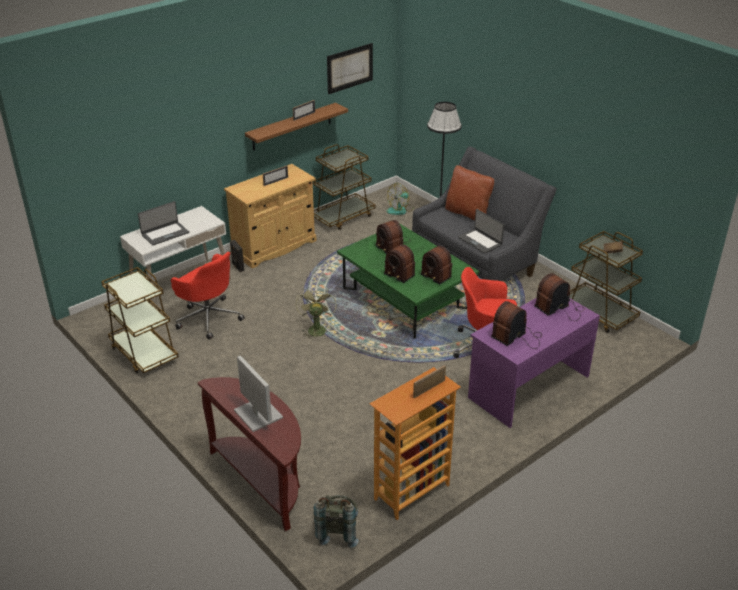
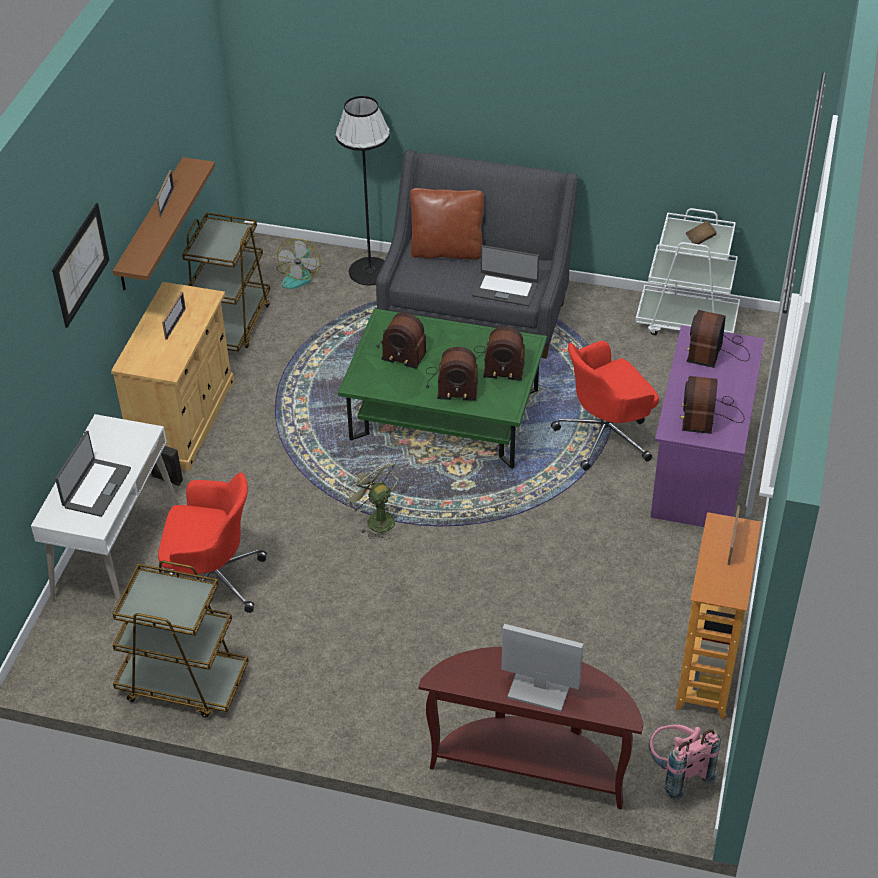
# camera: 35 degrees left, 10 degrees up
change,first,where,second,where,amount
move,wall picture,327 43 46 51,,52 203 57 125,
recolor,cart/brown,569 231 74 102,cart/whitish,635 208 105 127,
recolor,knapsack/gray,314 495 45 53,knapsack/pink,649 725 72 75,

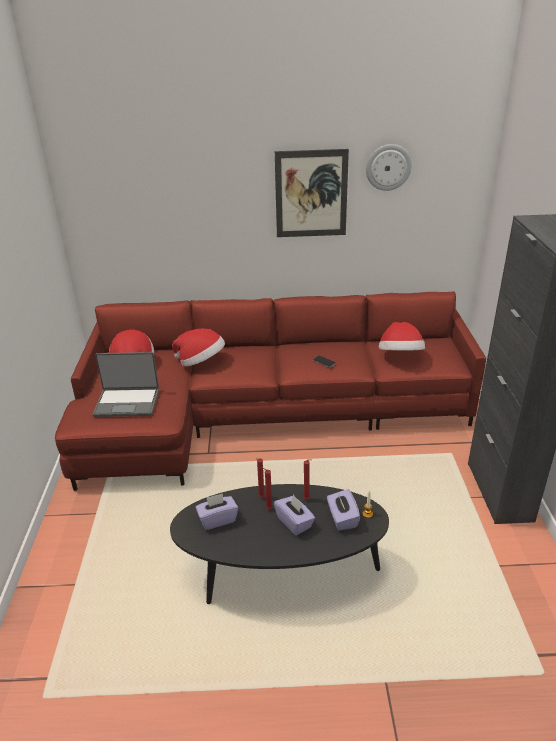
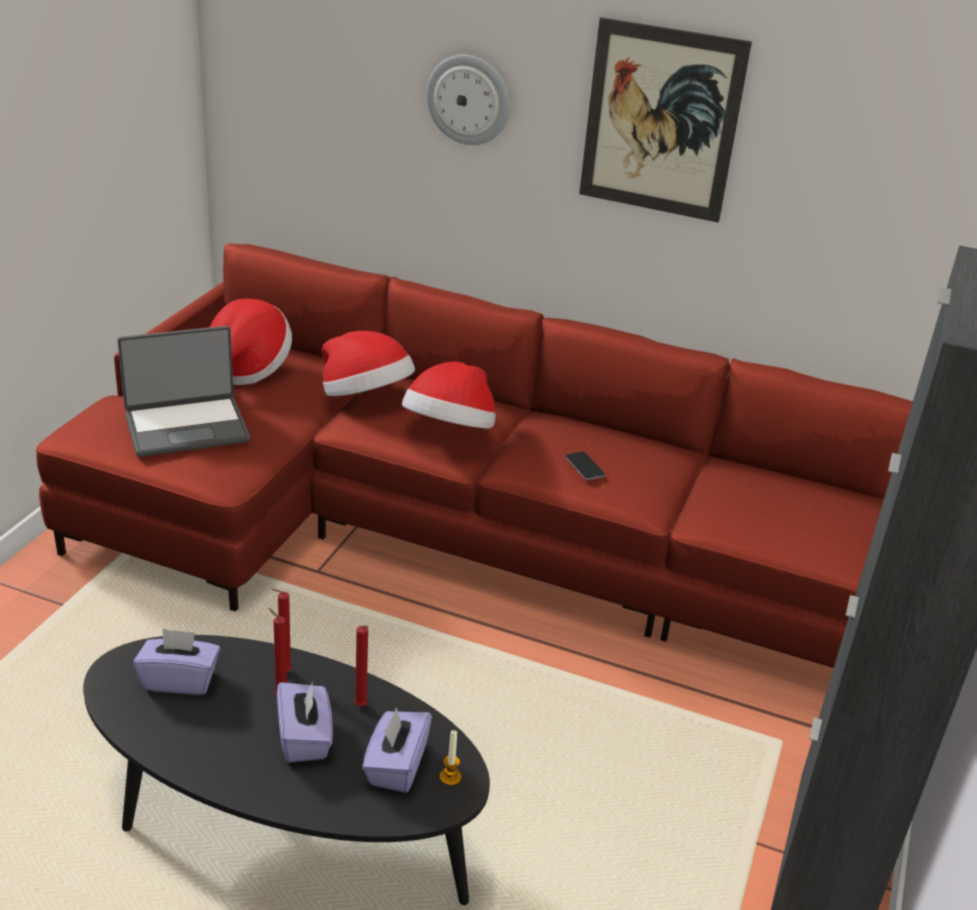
# camera: 20 degrees right, 0 degrees up
change,first,where,second,where,amount
rotate,portable computer,93 352 66 65,,117 326 133 131,45 degrees counterclockwise
move,clothing hat,379 322 46 29,,402 362 94 67,
move,wall clock,366 144 46 47,,426 55 84 90,

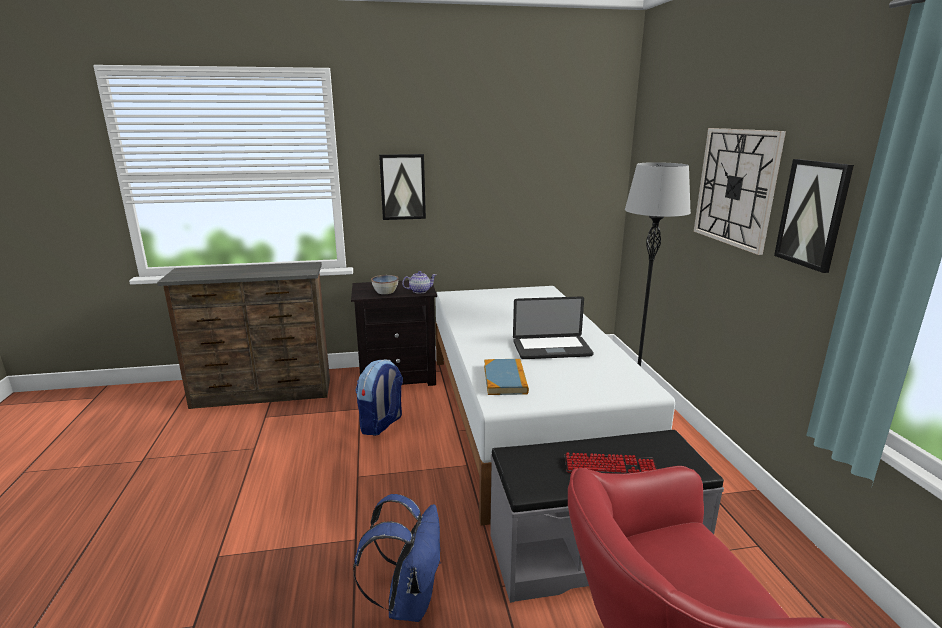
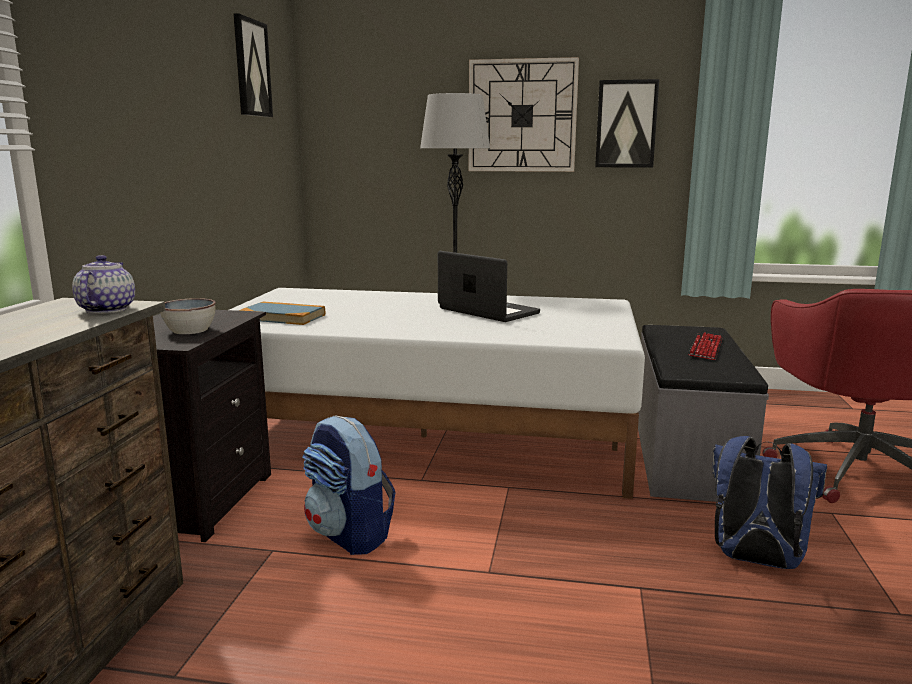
# camera: 70 degrees left, 5 degrees down
change,first,where,second,where,amount
move,tea pot,402 271 34 22,,72 255 63 59,
move,wall picture,379 154 47 66,,233 13 40 104,
move,book,484 359 45 36,,239 301 86 24,
rotate,portable computer,513 296 81 63,,438 251 102 71,60 degrees counterclockwise

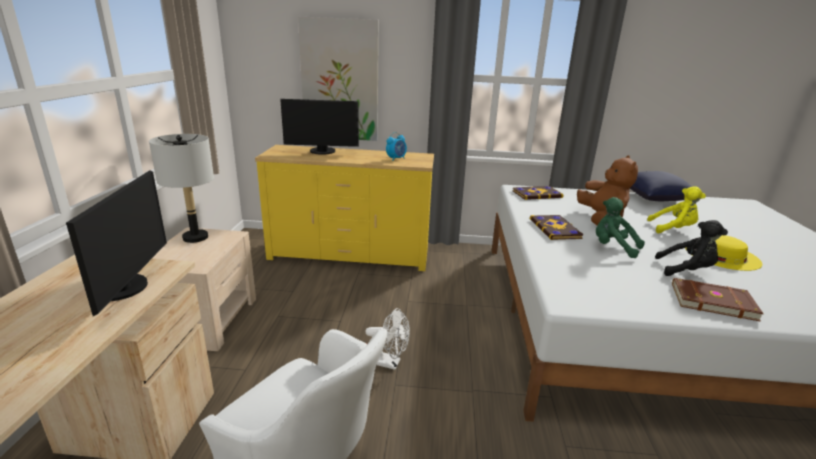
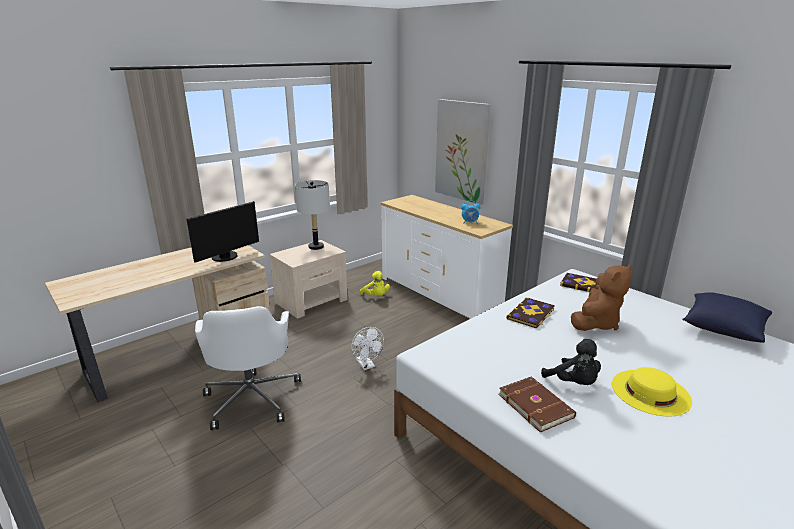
# camera: 45 degrees right, 0 degrees up
change,first,where,second,where,amount
move,cuddly toy/yellow,647 186 59 47,,360 271 30 25,
recolor,chest of drawers/yellow,255 145 179 126,chest of drawers/whitish,381 195 132 124,
delete,computer screen,280 99 79 56,,,
delete,cuddly toy/green-coloured,596 197 49 61,,,

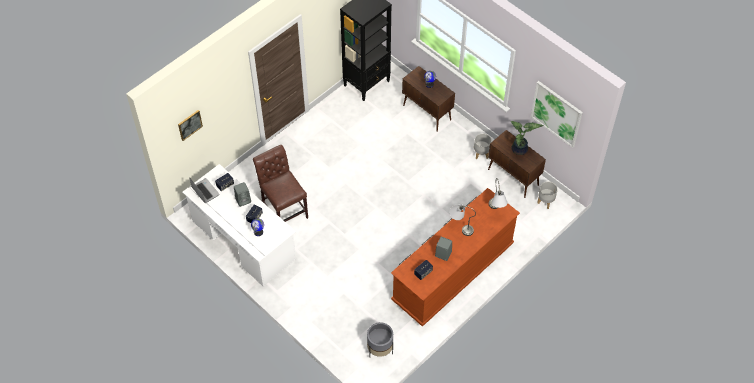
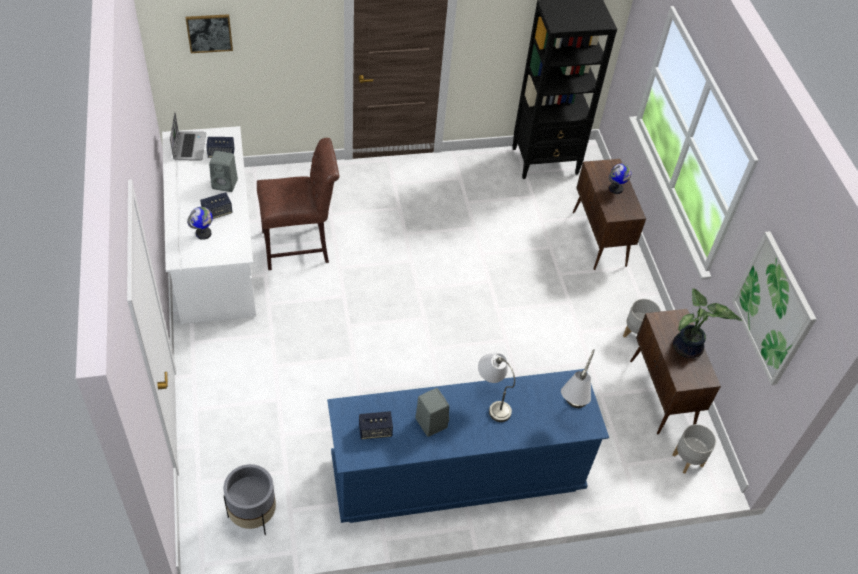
# camera: 30 degrees right, 5 degrees down
change,first,where,second,where,amount
rotate,upright chair/brown,253 145 55 77,,257 138 82 132,75 degrees clockwise
recolor,chest of drawers/brown,391 188 129 138,chest of drawers/blue-coloured,327 369 282 154,

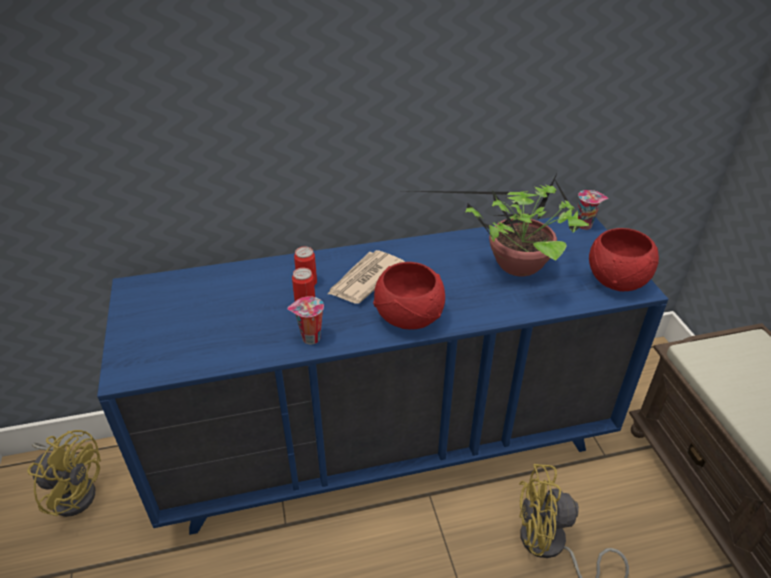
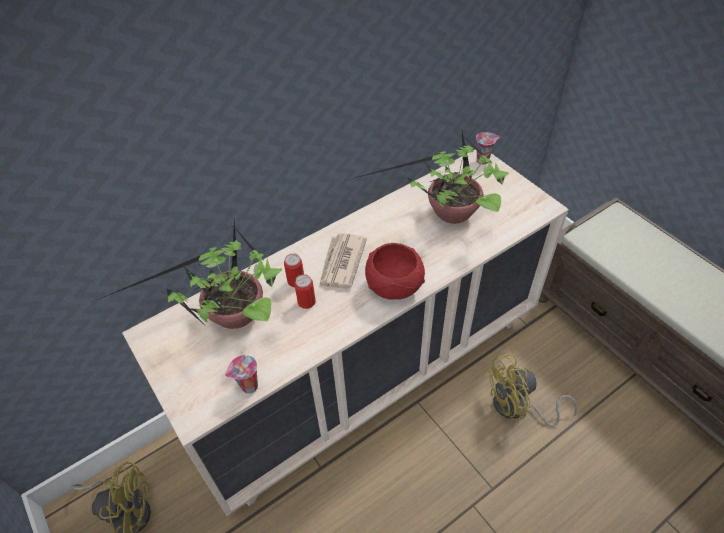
# camera: 20 degrees left, 10 degrees up
change,first,where,second,where,amount
insert,,,houseplant,92 220 190 109,
recolor,chest of drawers/blue-coloured,97 214 571 321,chest of drawers/sand-coloured,122 149 447 367,
move,cup,287 296 37 48,,225 355 33 39,
delete,deep dish/red,589 228 70 63,,,

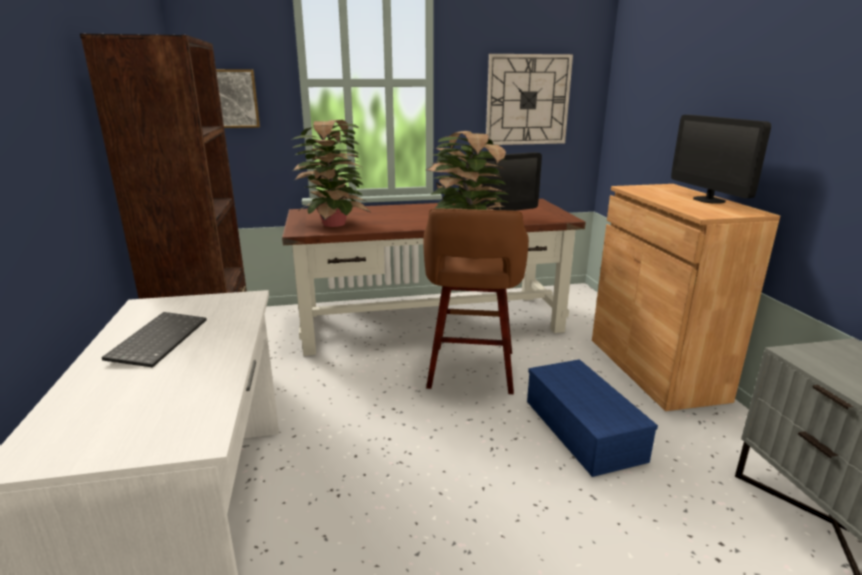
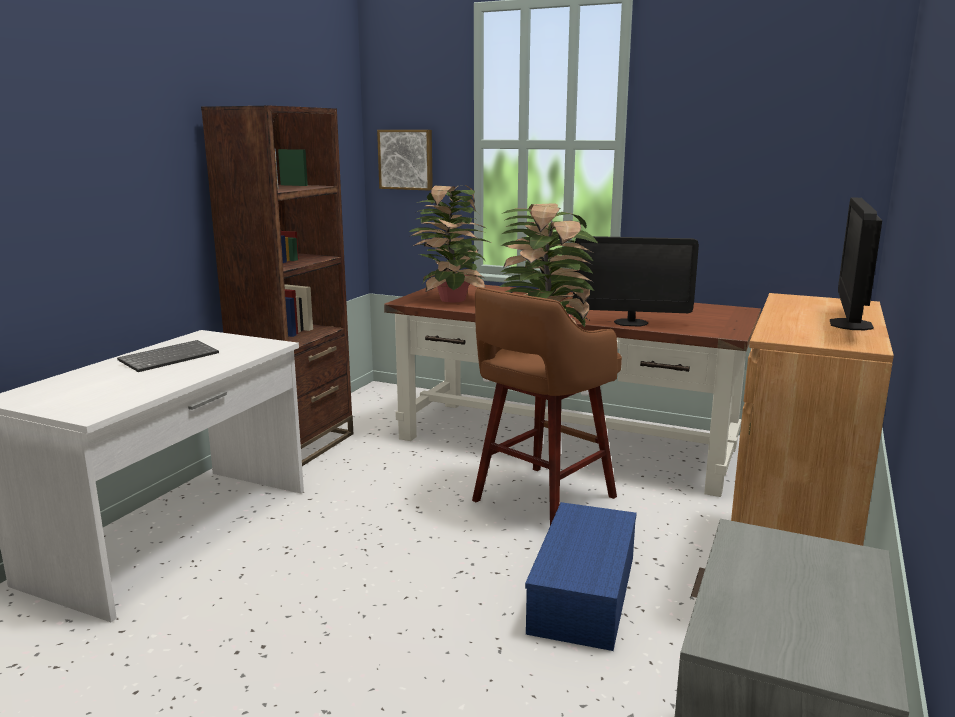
# camera: 35 degrees right, 5 degrees down
change,first,where,second,where,amount
delete,wall clock,486 54 87 91,,,

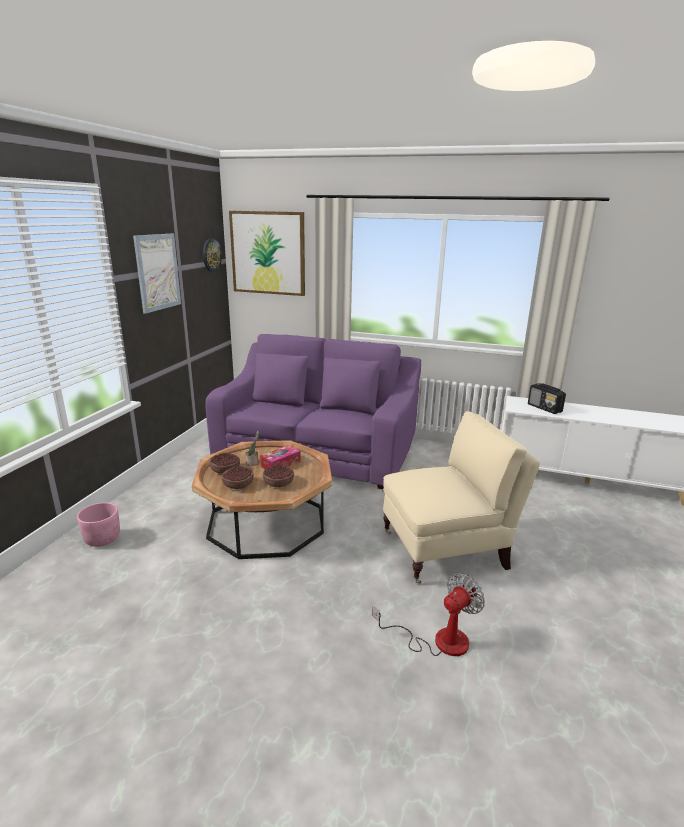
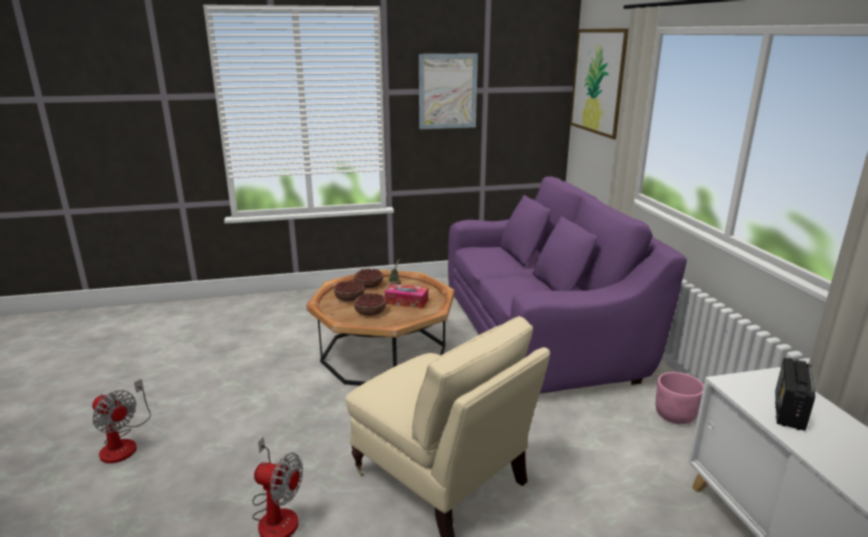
# camera: 60 degrees right, 0 degrees up
change,first,where,second,where,amount
insert,,,electric fan,92 379 59 84,
move,planter/pink,77 502 43 45,,656 372 48 52,
delete,wall clock,203 239 19 33,,,

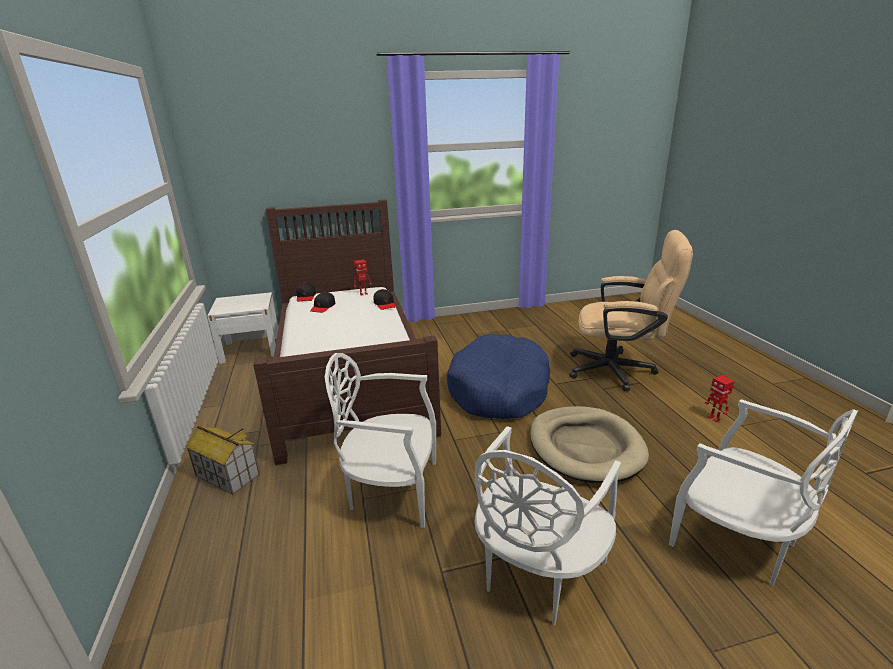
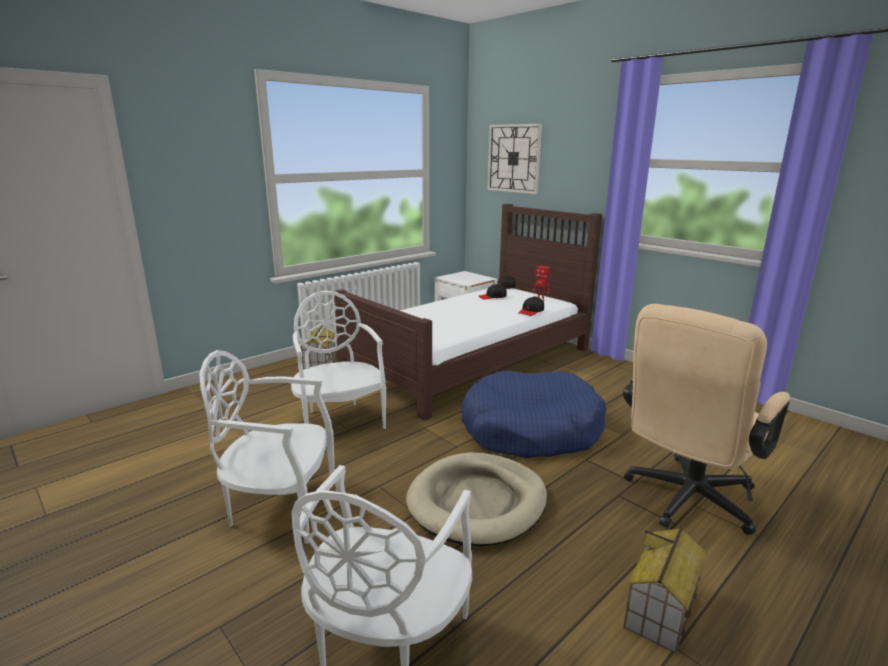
# camera: 60 degrees right, 5 degrees down
change,first,where,second,where,amount
insert,,,wall clock,487 124 55 70,
rotate,computer chair/sand-coloured,569 230 124 161,,623 304 167 231,60 degrees clockwise
replace,model robot,704 375 31 47,model house,623 526 84 128,

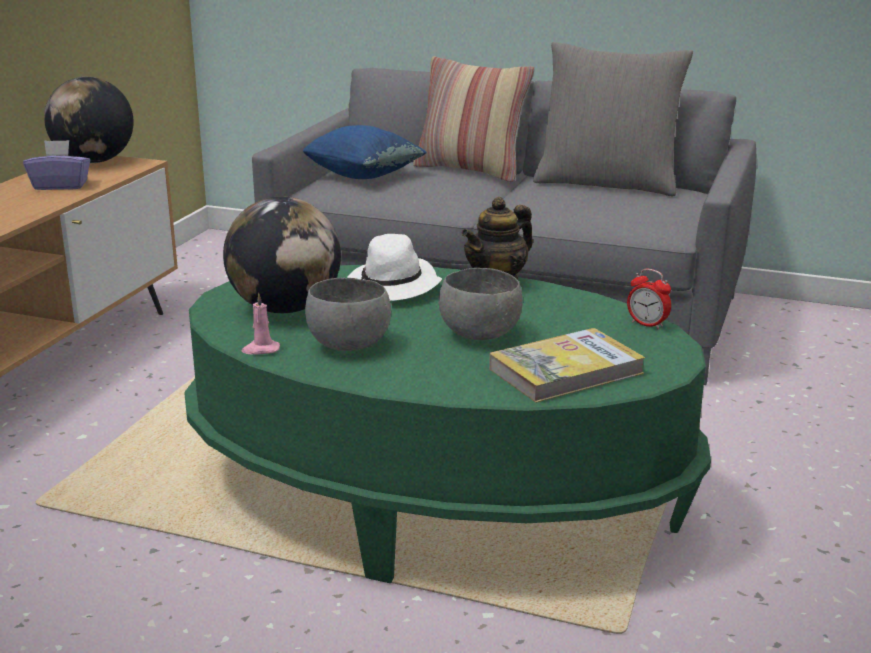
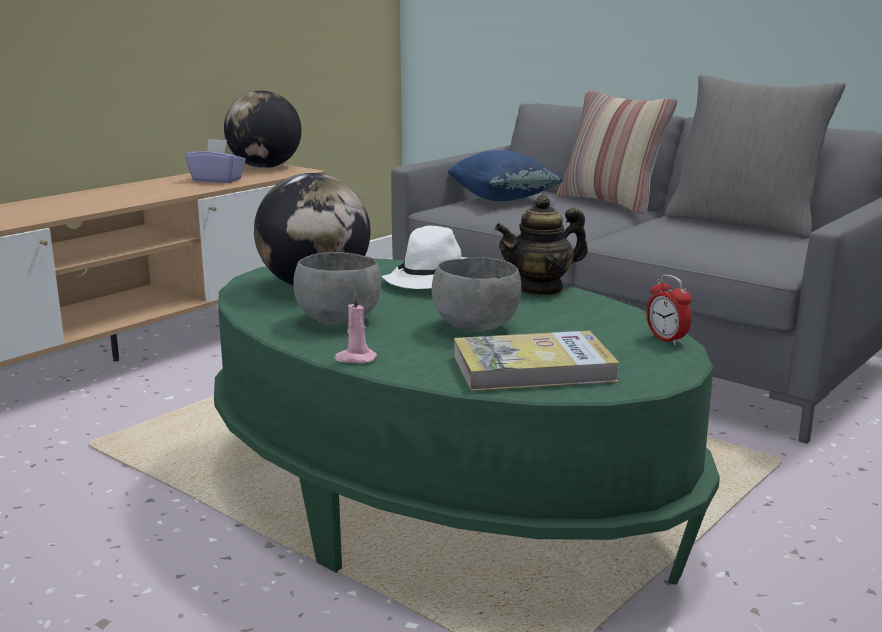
# camera: 20 degrees right, 5 degrees down
change,first,where,second,where,amount
move,wax light/pink,242 292 38 63,,334 292 43 71,

